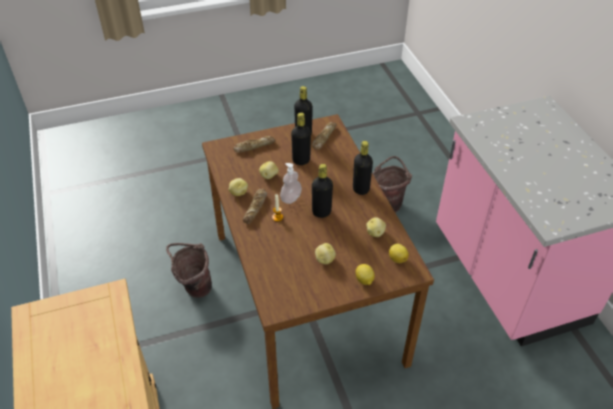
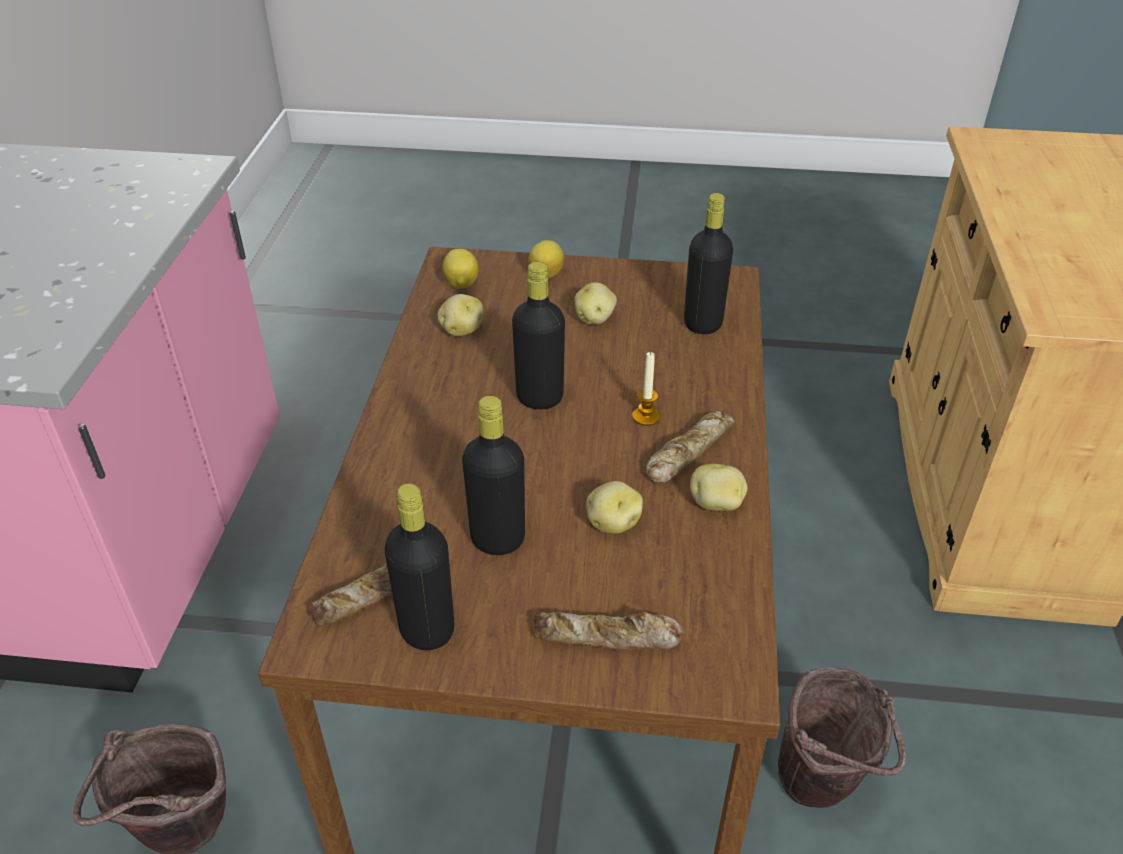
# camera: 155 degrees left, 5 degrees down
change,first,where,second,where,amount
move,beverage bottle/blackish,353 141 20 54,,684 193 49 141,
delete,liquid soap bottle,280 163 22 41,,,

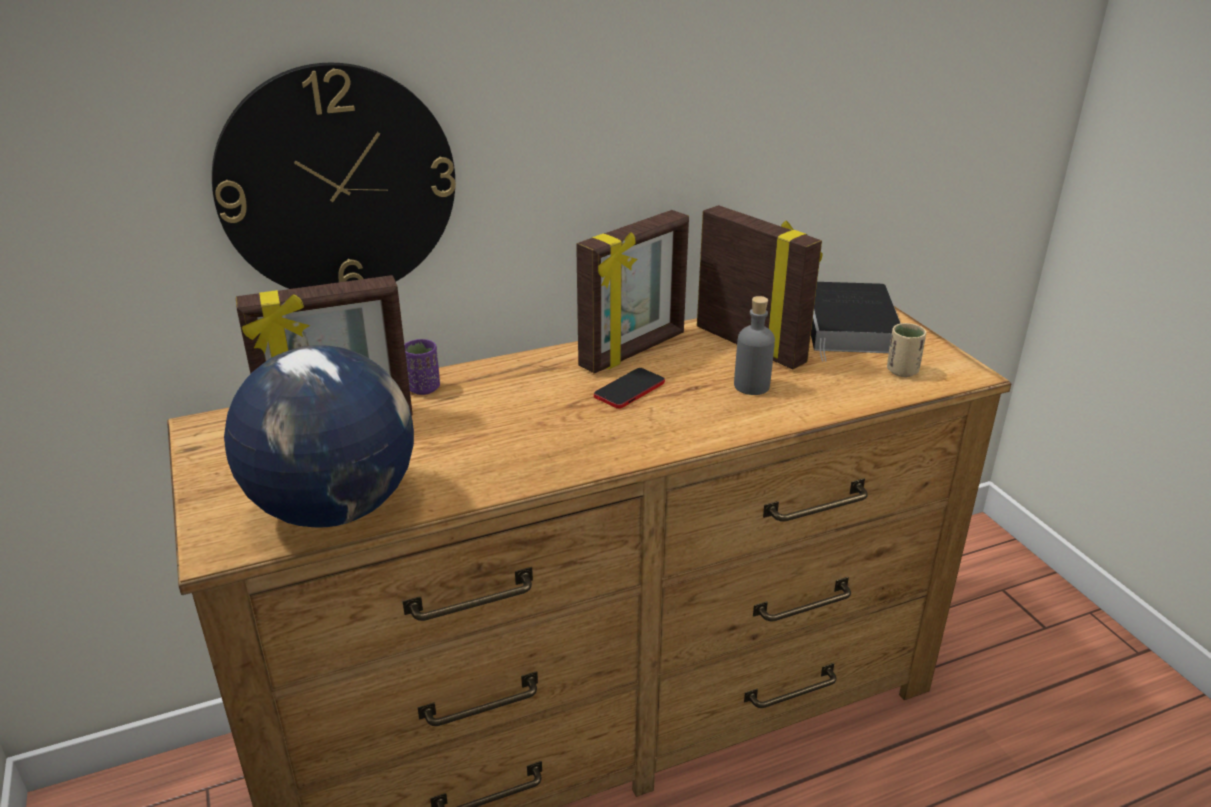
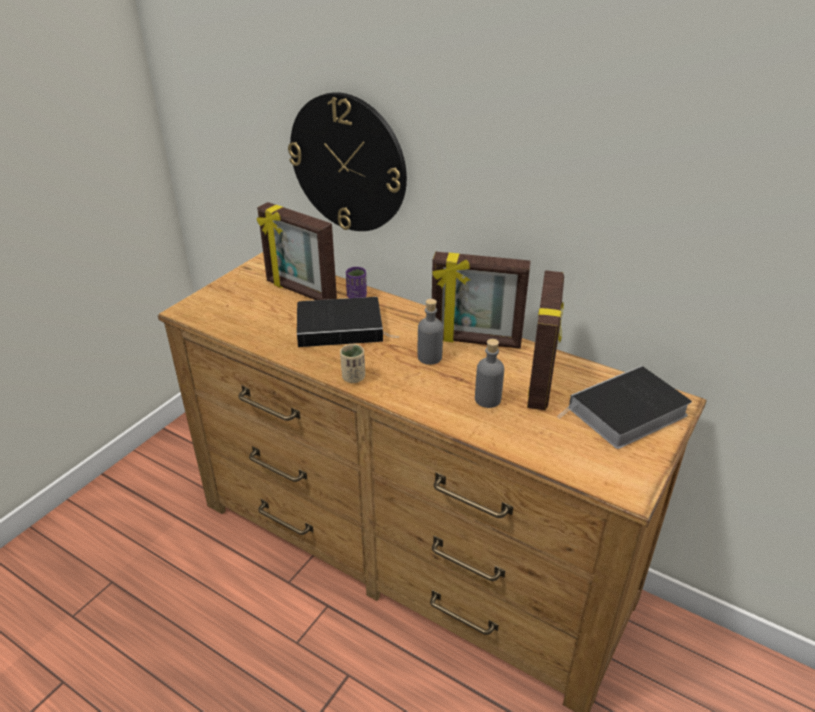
# camera: 55 degrees right, 5 degrees up
change,first,where,second,where,amount
insert,,,book,297 297 102 50,
move,cup/sand-coloured,887 323 40 54,,340 344 25 39,
replace,telephone,594 368 71 41,beverage bottle/gray,418 299 25 66,
delete,world globe,224 345 190 182,,,

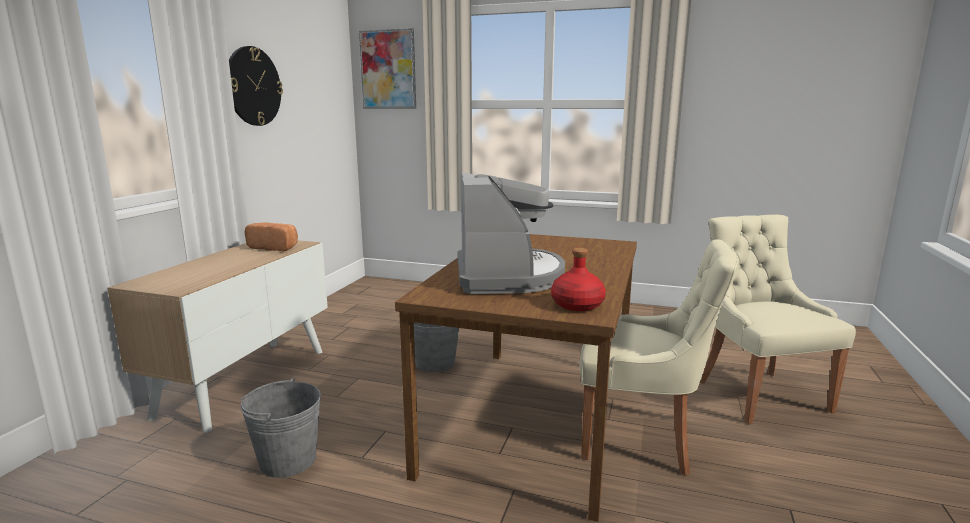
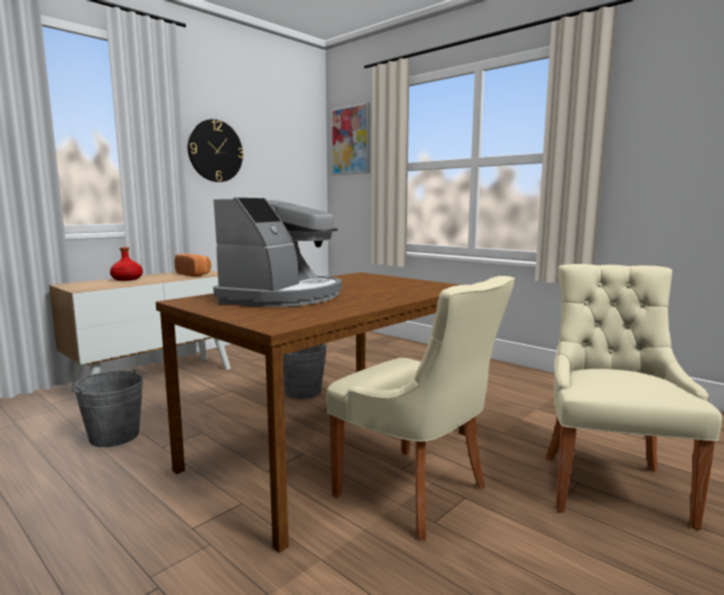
# camera: 25 degrees right, 5 degrees down
change,first,where,second,where,amount
move,beverage bottle/red,551 248 55 63,,110 247 33 34,

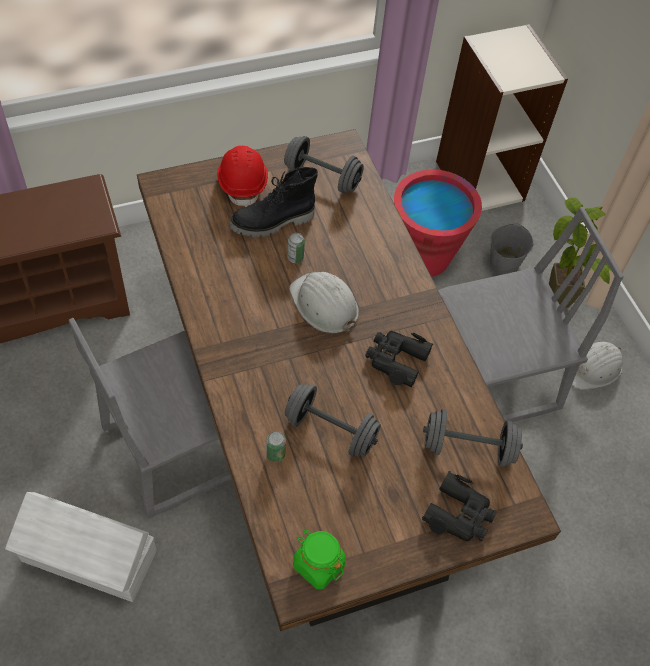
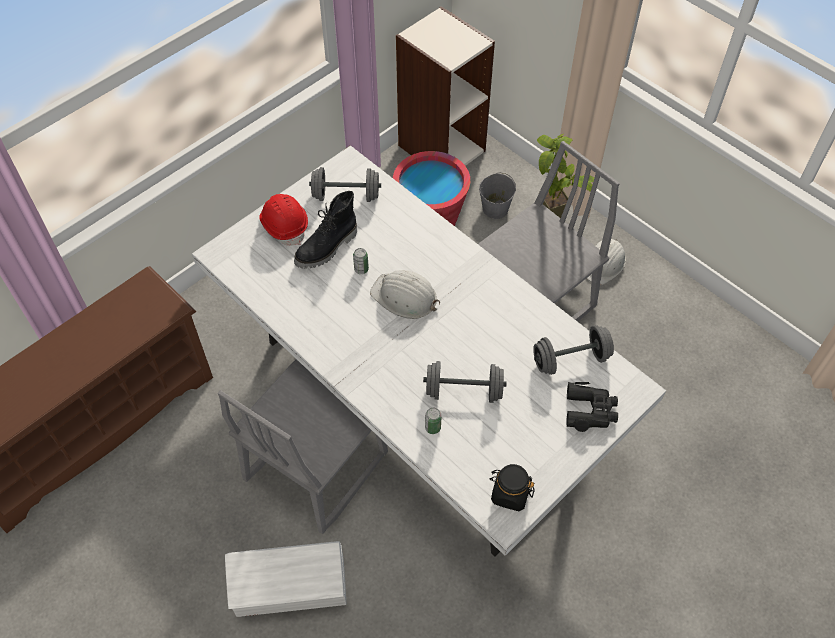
# camera: 20 degrees left, 0 degrees up
change,first,where,second,where,amount
recolor,kitchen table/brown,137 129 424 502,kitchen table/whitish,192 145 474 411,
recolor,jar/green-coloured,293 530 53 59,jar/blackish,490 464 45 47,
delete,field glasses/blackish,365 331 68 56,,,

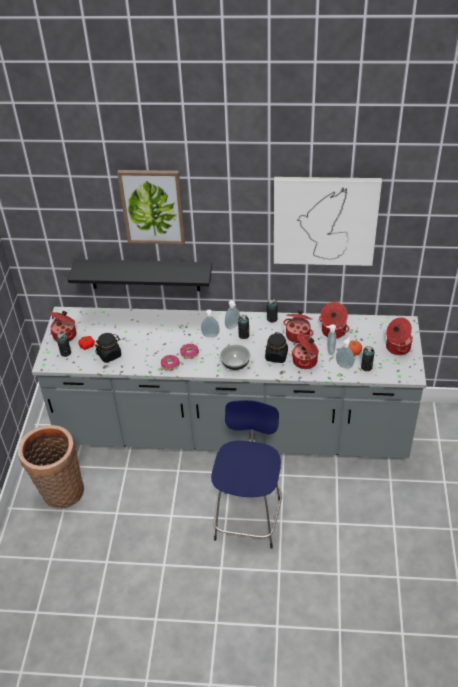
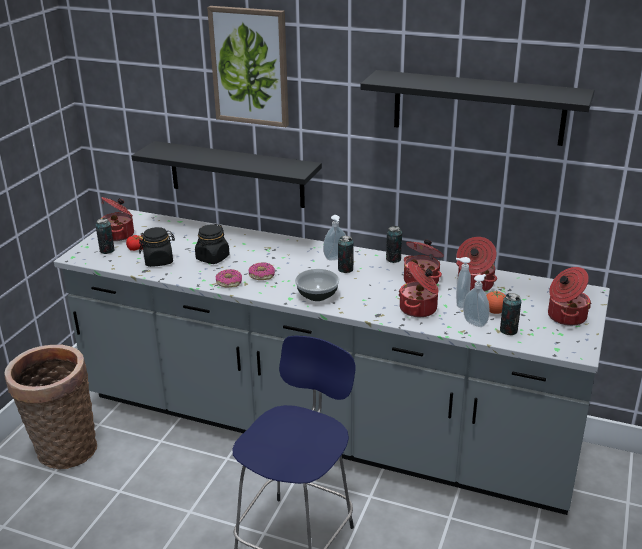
# camera: 15 degrees right, 15 degrees down
change,first,where,second,where,amount
move,jar/blackish,265 332 23 31,,195 224 35 40,
replace,wall picture,274 177 108 89,wall shelf/blackish,360 70 235 76,
delete,liquid soap bottle,201 310 18 27,,,

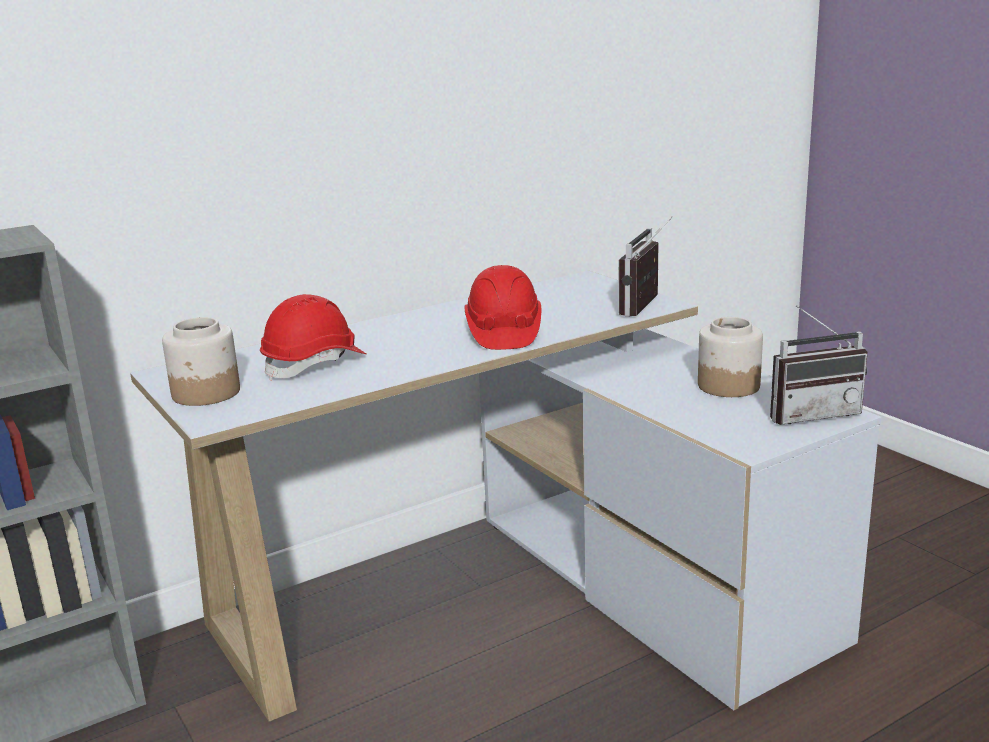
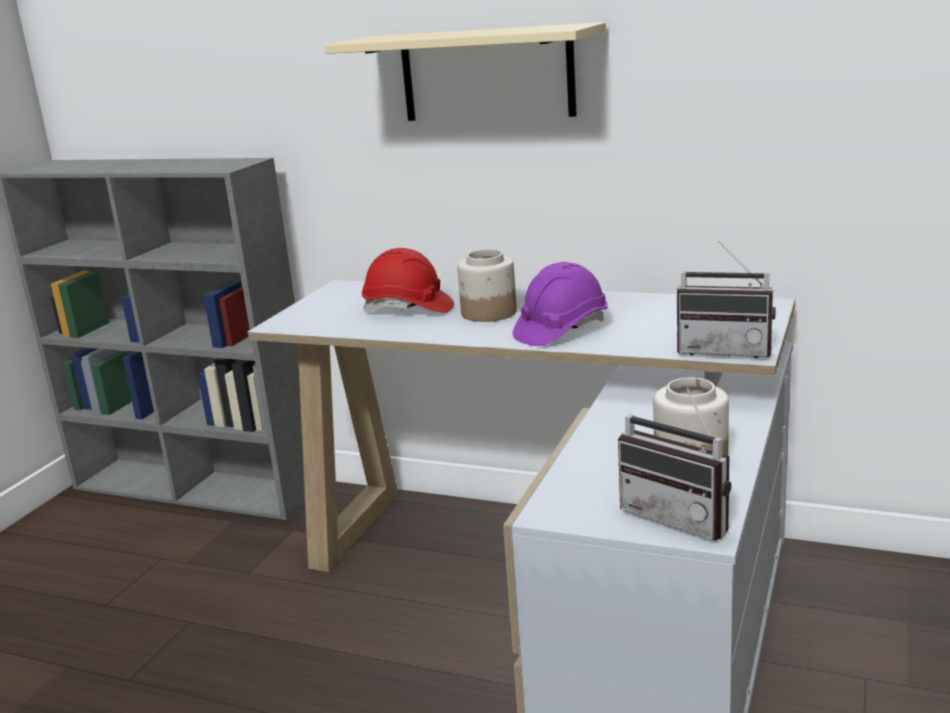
# camera: 55 degrees right, 0 degrees up
change,first,where,second,where,amount
insert,,,wall shelf/sand-coloured,324 22 282 99,
move,jar,162 317 78 89,,457 249 60 73,
recolor,work helmet/red,465 265 76 85,work helmet/purplish,513 262 95 84,
rotate,radio receiver,618 217 55 100,,677 241 99 117,150 degrees counterclockwise

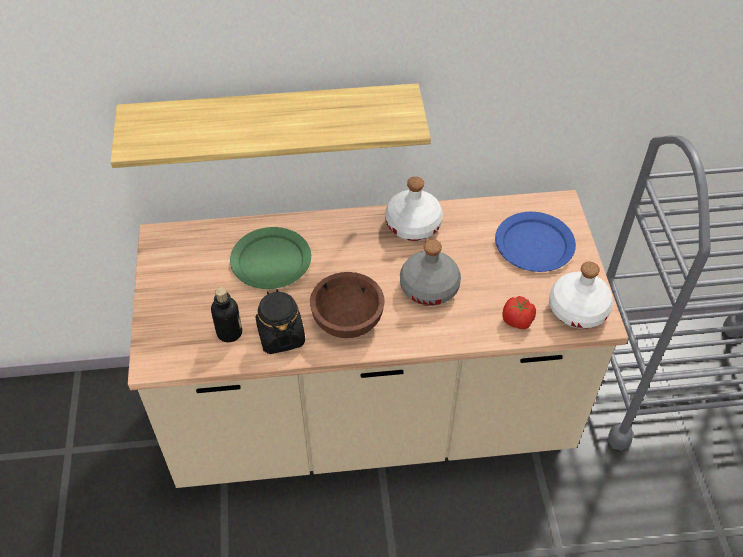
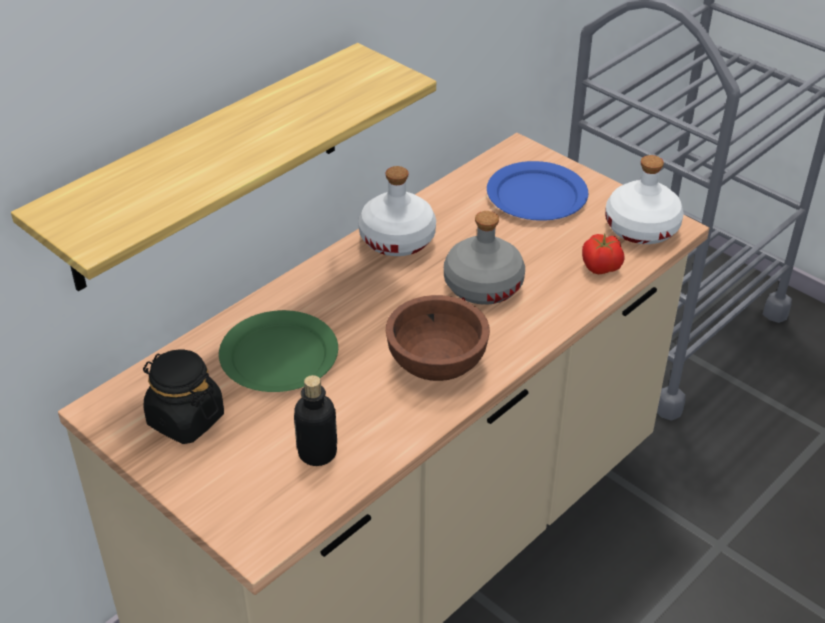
# camera: 40 degrees left, 10 degrees down
change,first,where,second,where,amount
move,jar/blackish,256 289 49 65,,143 349 81 95,

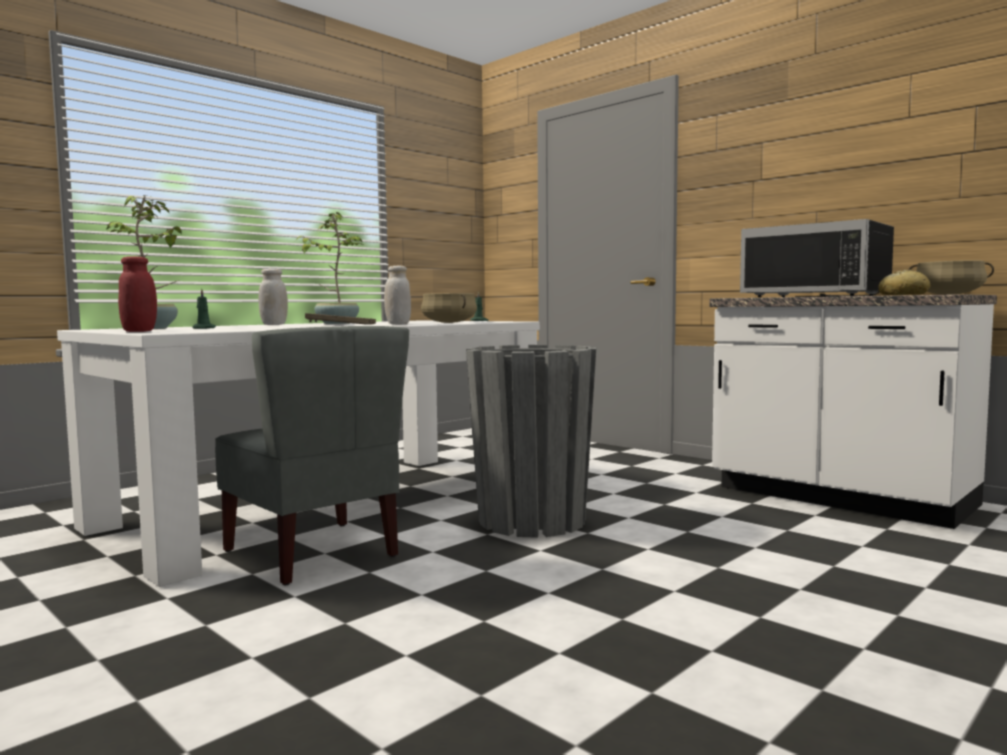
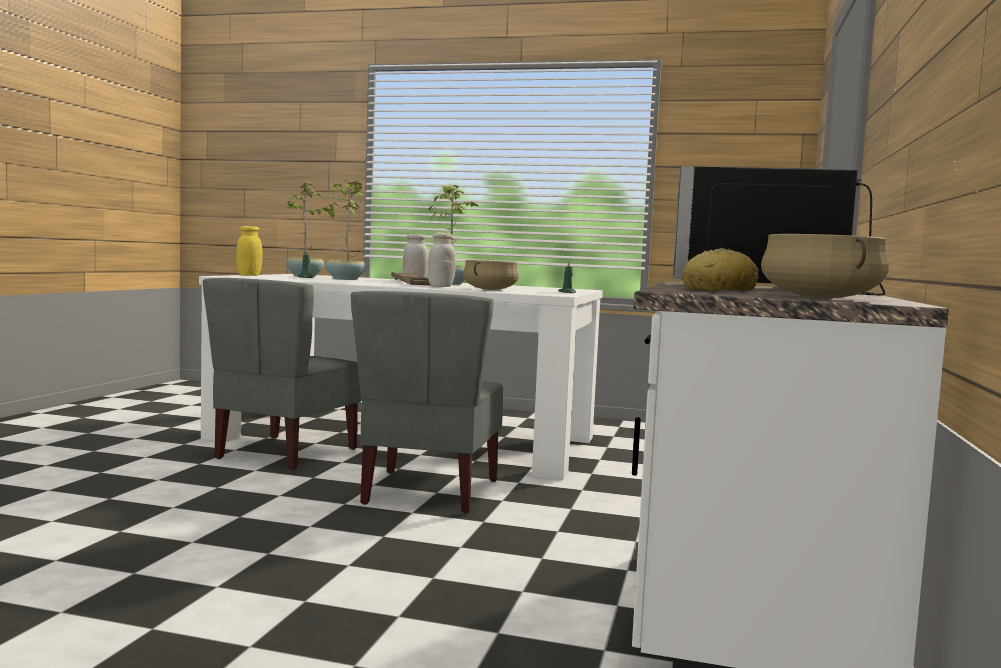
# camera: 60 degrees right, 0 degrees up
change,first,where,second,where,amount
recolor,jar/red,118 256 39 76,jar/yellow,236 226 27 50,
insert,,,houseplant,323 180 43 100,
replace,planter/gray,466 345 131 193,upright chair/gray,351 291 152 223,

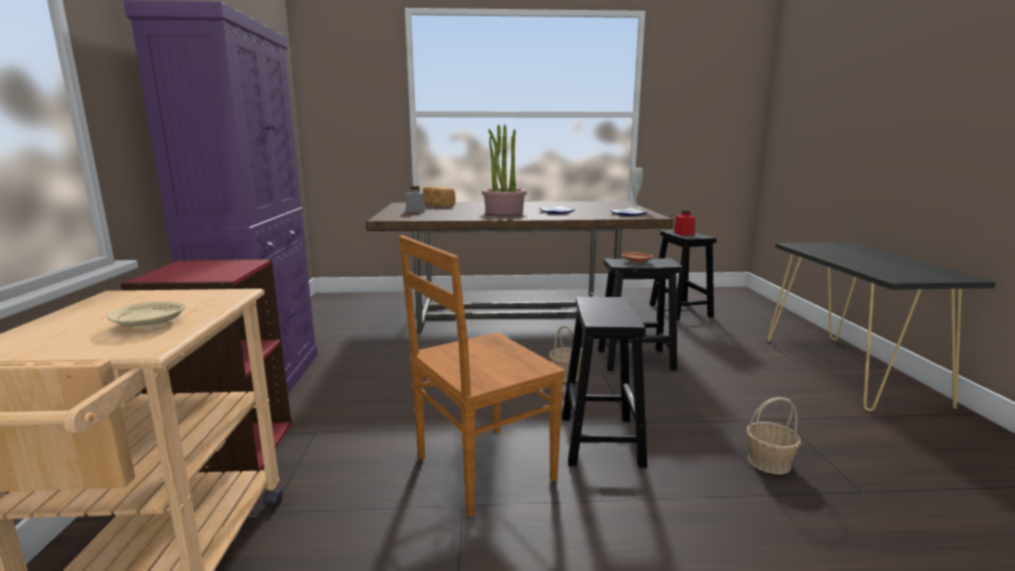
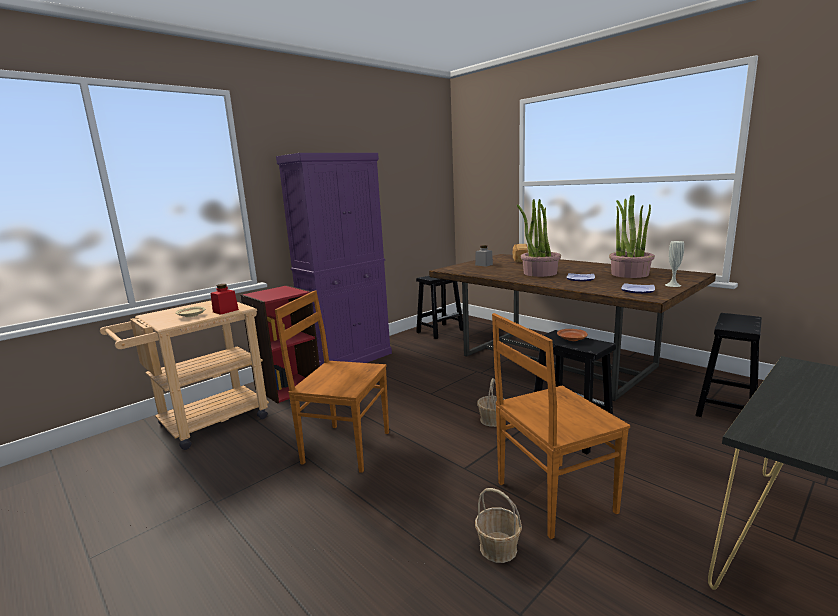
# camera: 50 degrees right, 0 degrees up
change,first,where,second,where,amount
move,jar/red,674 210 21 26,,211 284 28 31,
move,stool/blackish,562 297 85 171,,416 276 47 63,
insert,,,upright chair/brown,492 313 138 226,
insert,,,houseplant,609 195 46 83,

